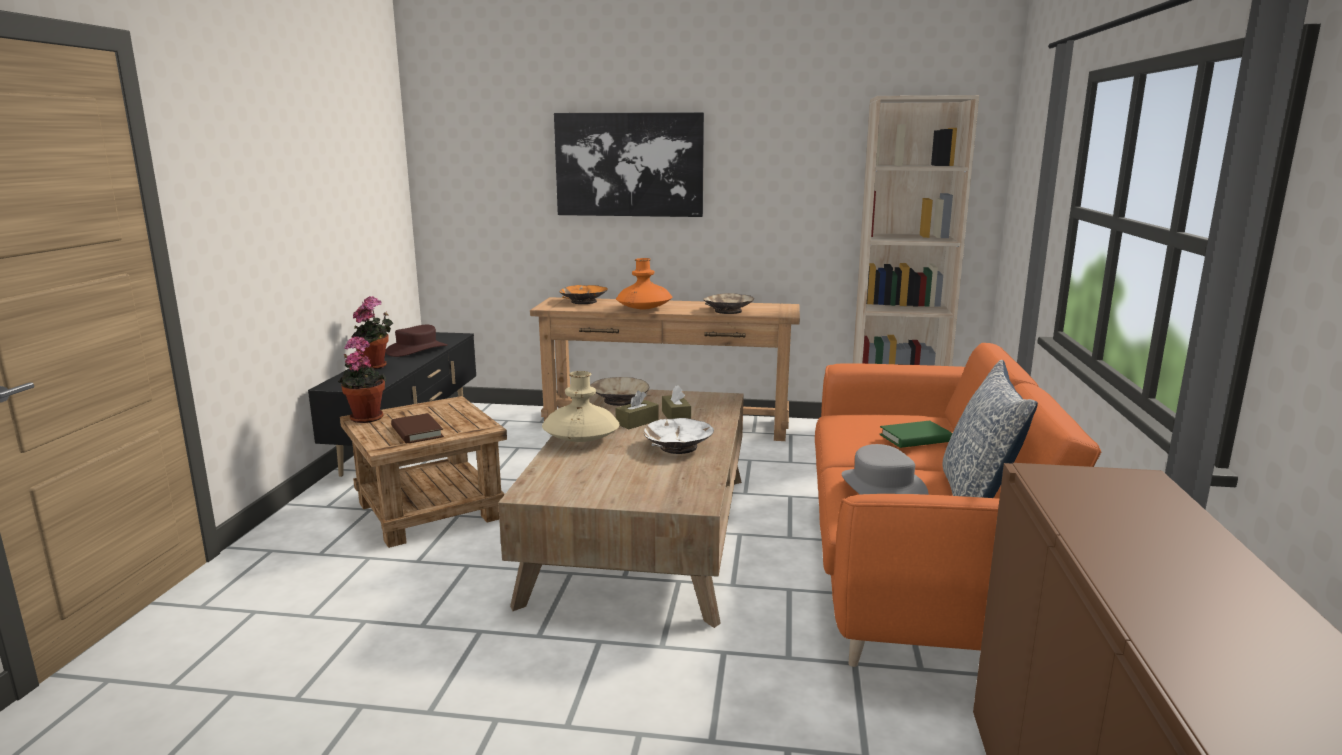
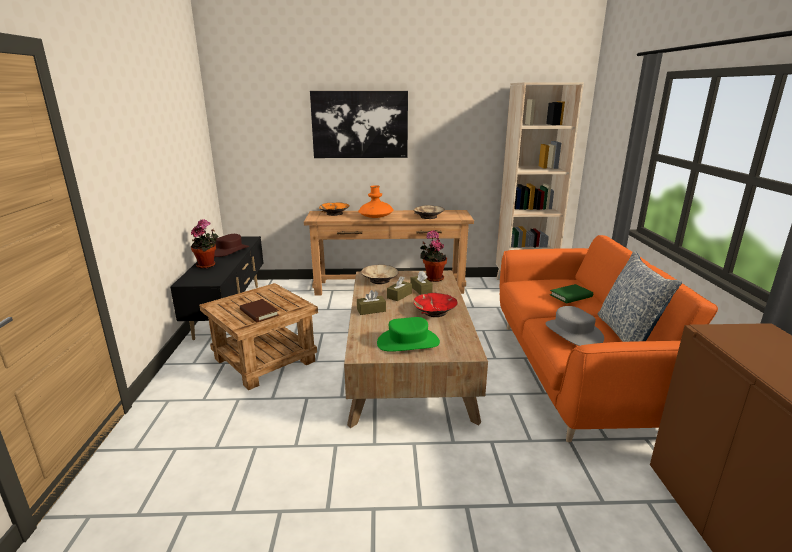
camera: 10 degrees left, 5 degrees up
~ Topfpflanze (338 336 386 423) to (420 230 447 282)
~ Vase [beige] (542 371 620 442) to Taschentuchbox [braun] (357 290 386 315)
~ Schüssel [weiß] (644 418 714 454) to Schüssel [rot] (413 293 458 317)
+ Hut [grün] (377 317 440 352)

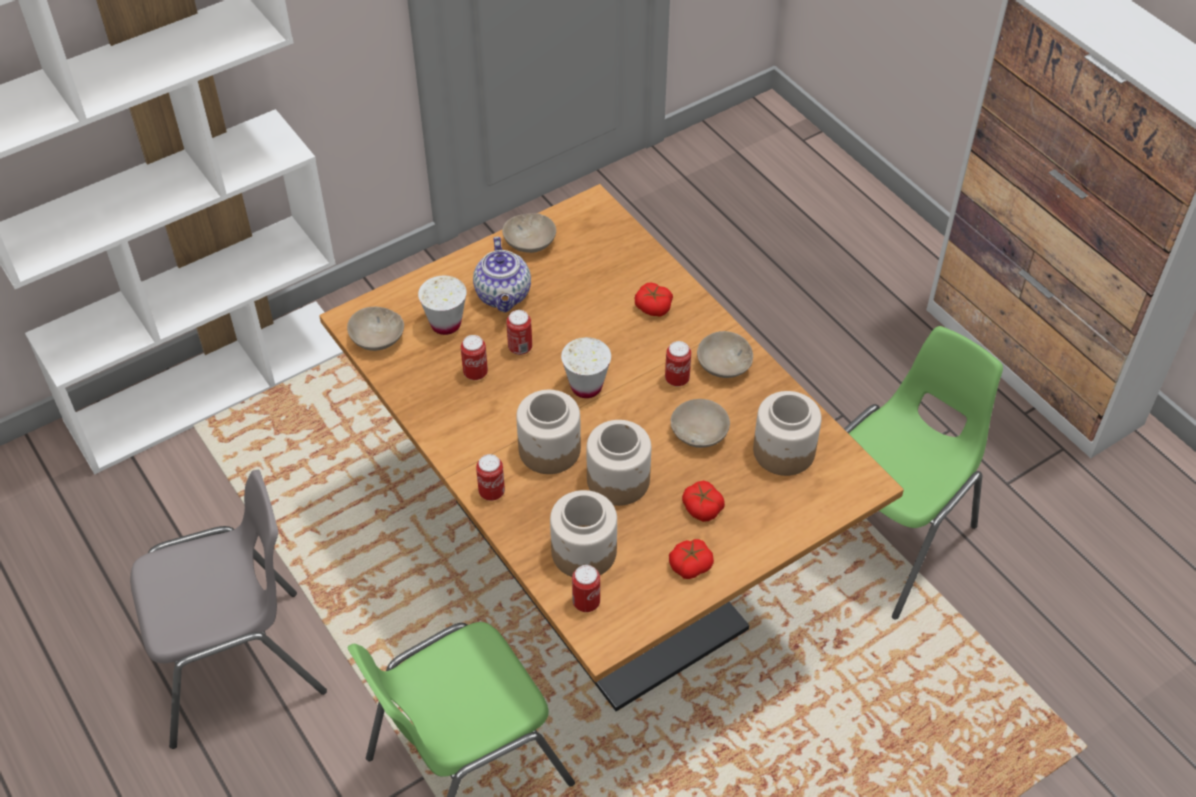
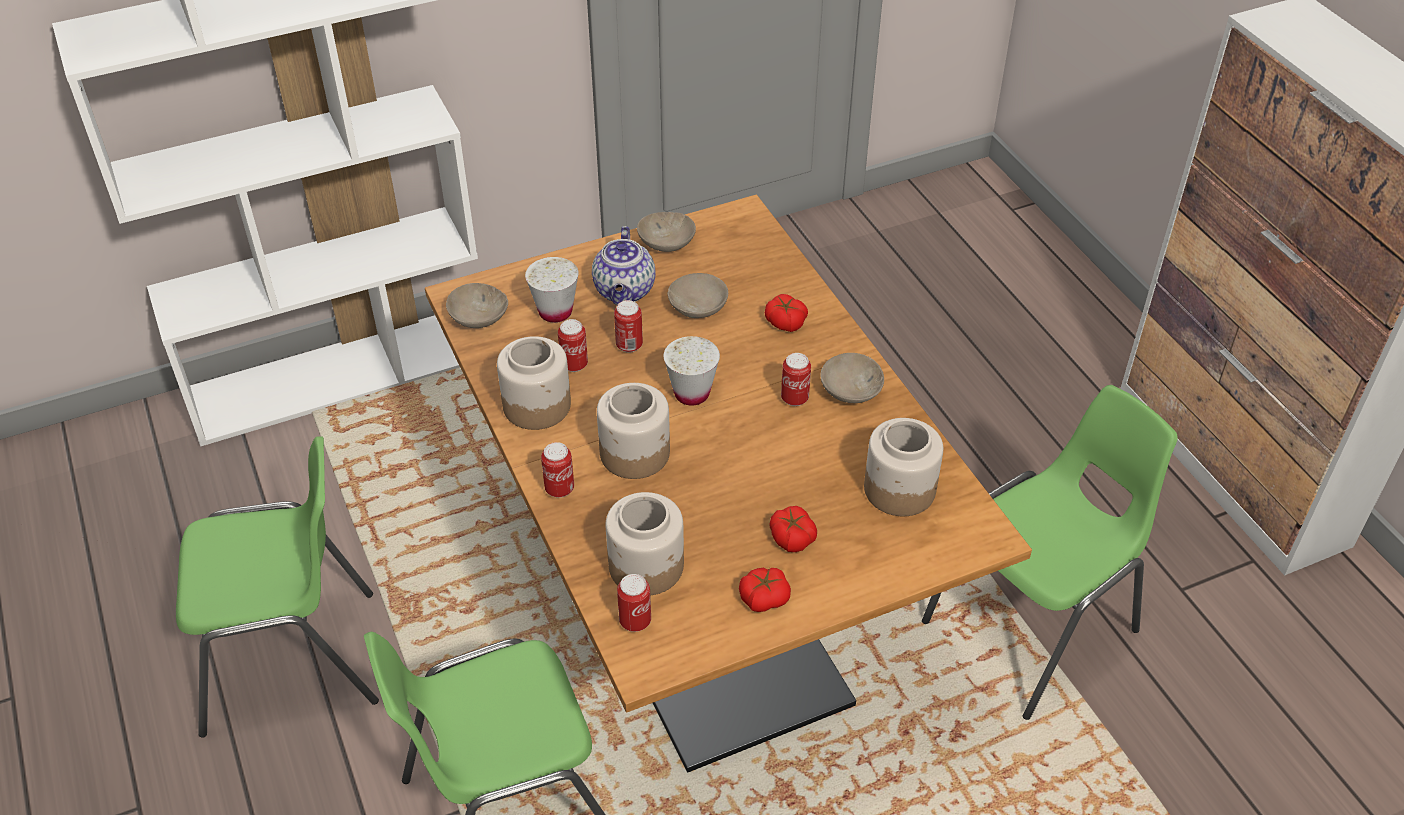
camera: 10 degrees right, 5 degrees down
~ Schüssel [beige] (671 399 730 448) to (667 273 728 318)
~ Vorratsglas (587 420 651 506) to (497 336 571 430)
~ Stuhl [grau] (130 470 327 749) to Stuhl [grün] (176 436 379 738)

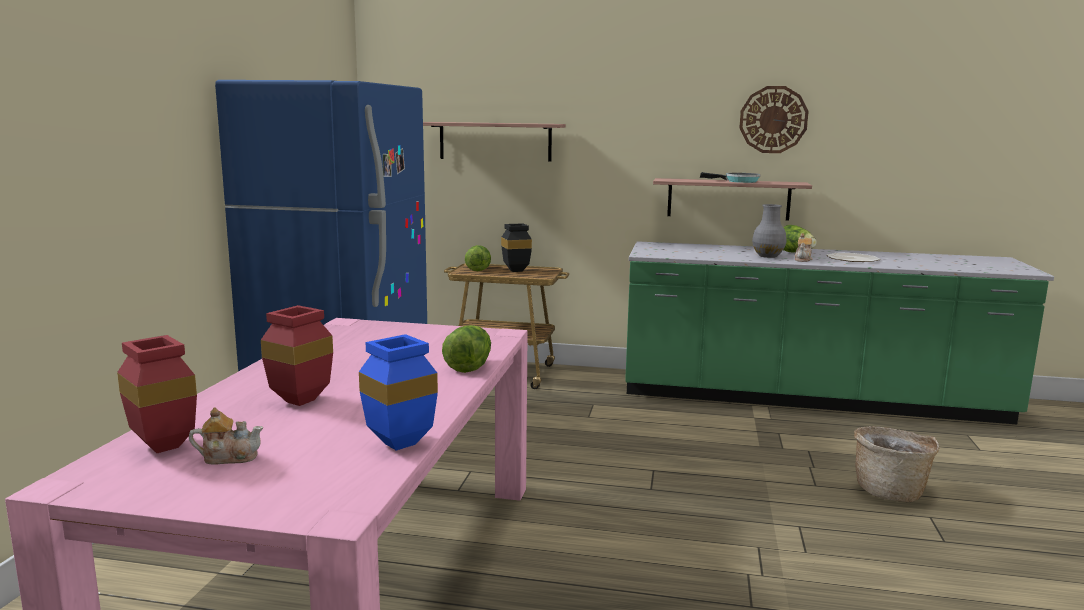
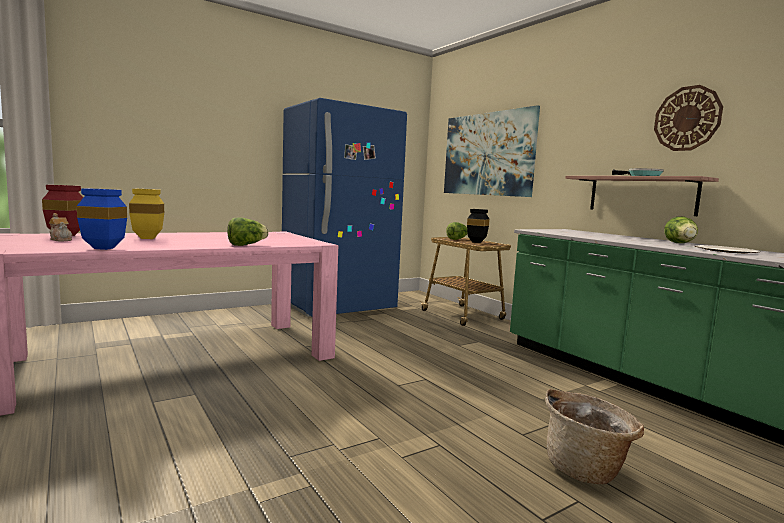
camera: 45 degrees right, 5 degrees down
~ Wandregal (423 122 566 162) to Bild (444 105 540 197)
- Vase [grau] (752 204 786 258)
- Teekanne (795 233 812 262)
~ Vase [rot] (261 305 333 406) to Vase [gelb] (129 189 164 239)

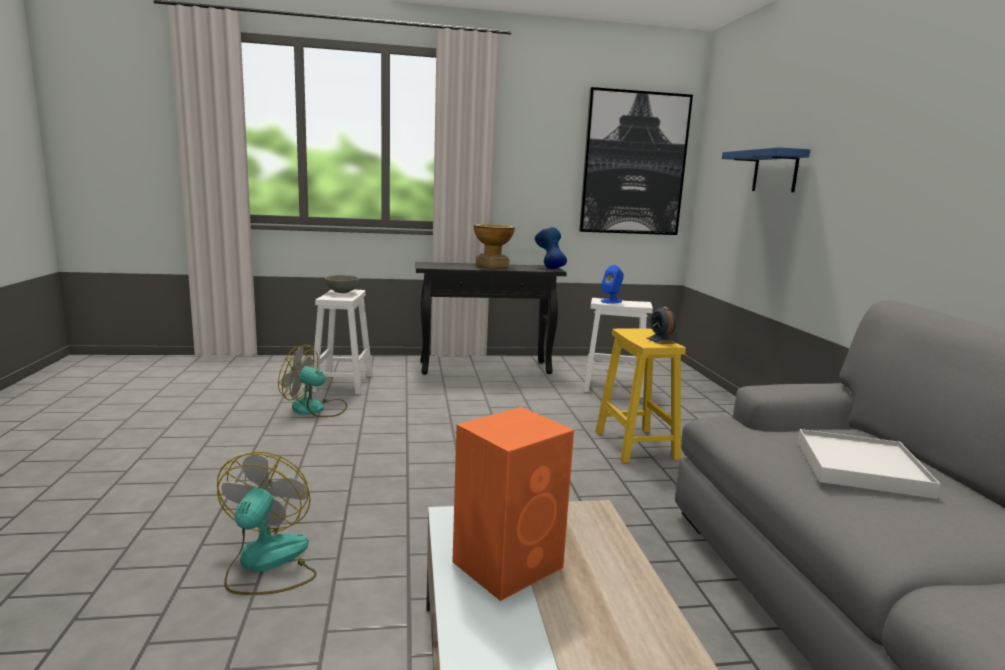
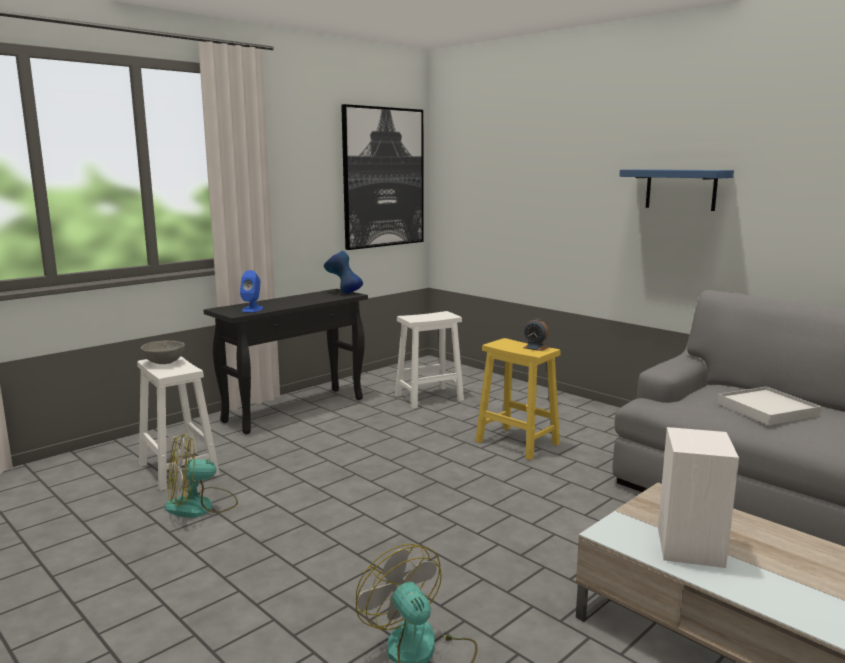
camera: 35 degrees left, 0 degrees up
~ Wandregal [blau] (722 147 810 192) to (619 169 734 211)
- Vase (473 224 515 268)
~ Lautsprecher [blau] (601 265 624 304) to (240 270 263 312)
~ Lautsprecher [orange] (452 407 574 601) to Lautsprecher [weiß] (658 427 739 568)

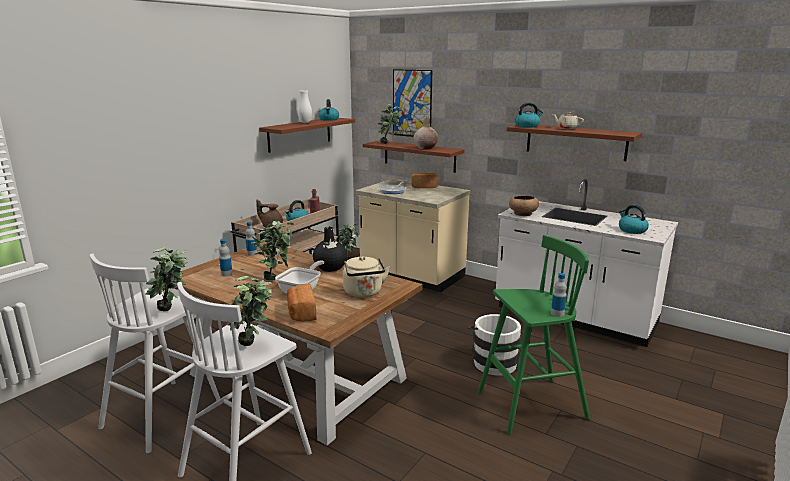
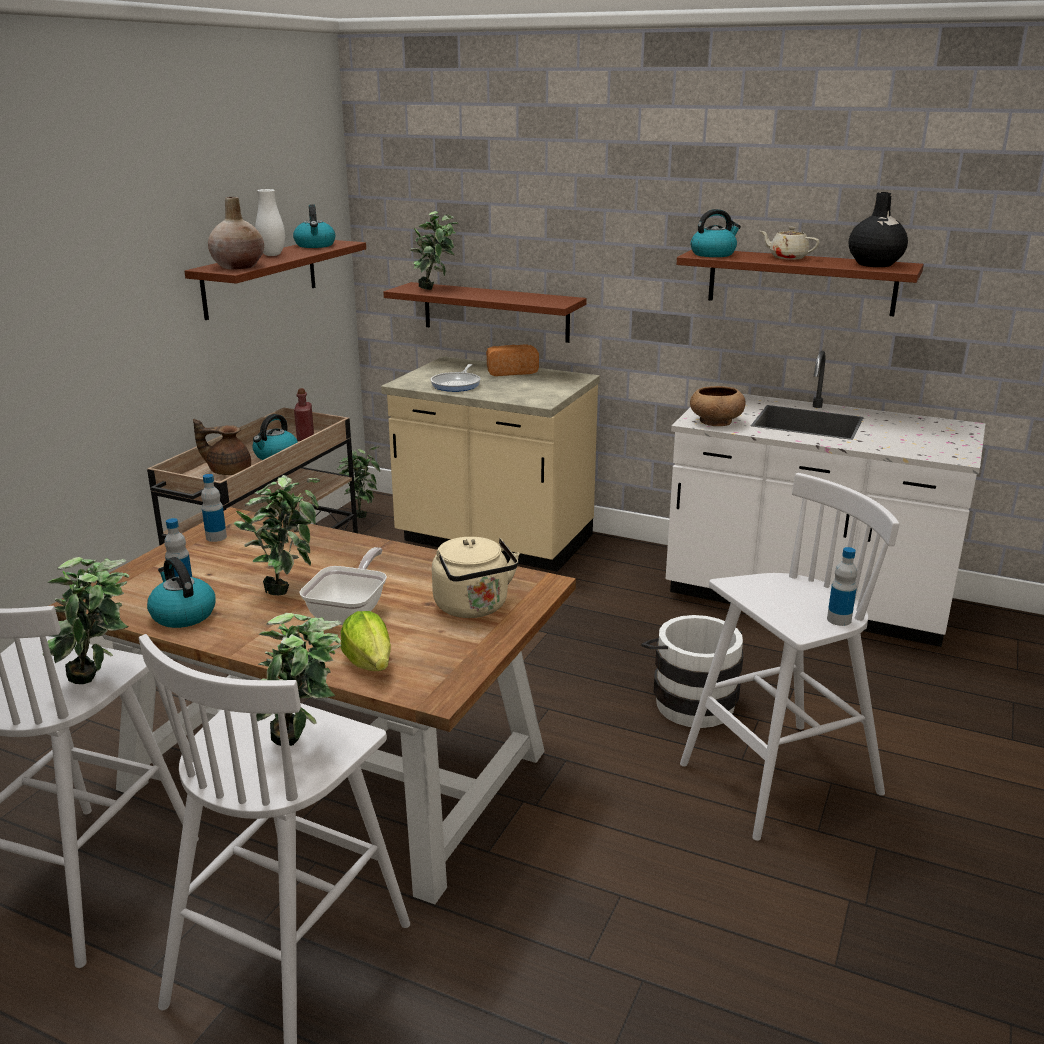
camera: 10 degrees left, 5 degrees up
- Bild (393 69 432 137)
~ Vase [beige] (414 117 438 149) to (208 197 264 269)
~ Wasserkessel (619 205 649 234) to (147 557 216 628)
~ Vase [schwarz] (313 227 348 272) to (849 192 908 267)
~ Hocker [grün] (478 235 590 435) to Hocker [weiß] (680 473 899 841)
~ Brot (287 284 316 322) to Salatkopf (340 611 391 671)

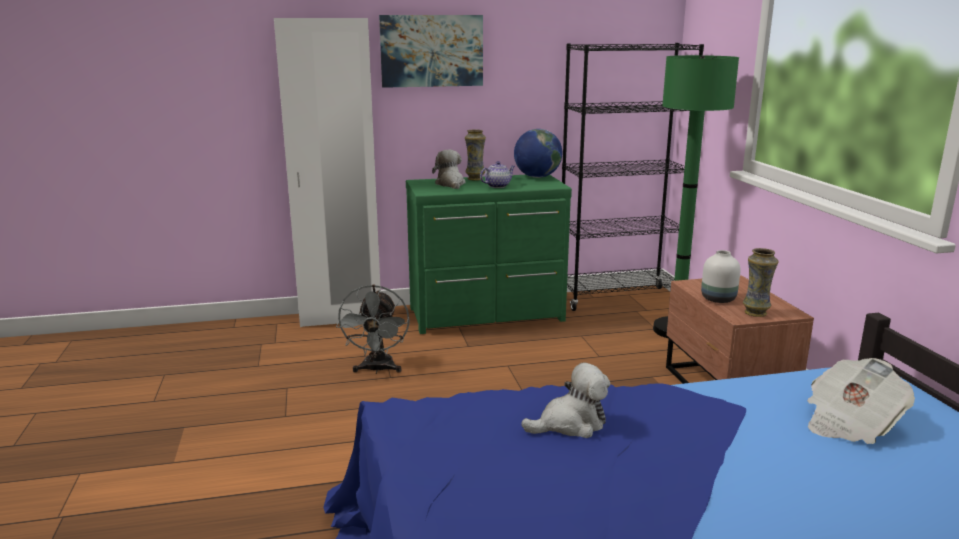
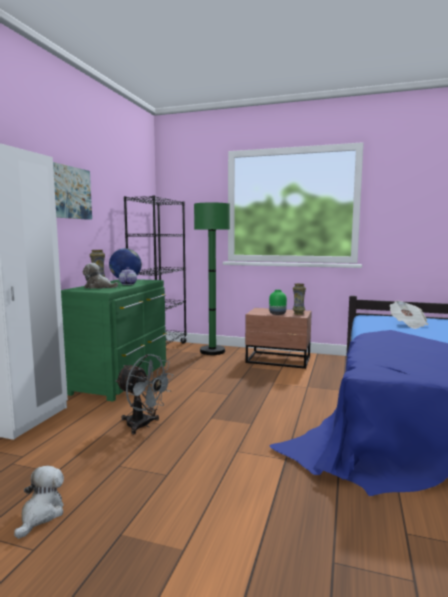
camera: 60 degrees left, 10 degrees down
~ Vase [weiß] (701 250 741 303) to Vase [grün] (269 290 287 315)
~ Plüschtier (521 363 610 438) to (14 466 64 539)

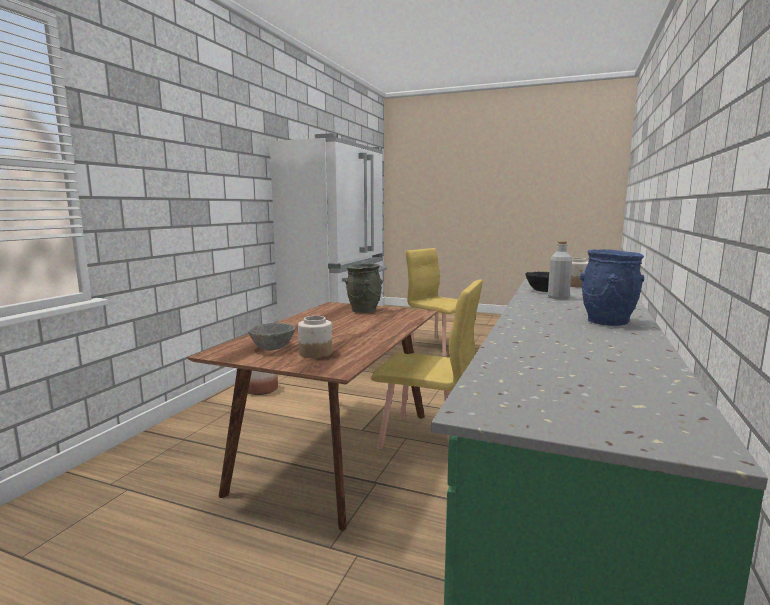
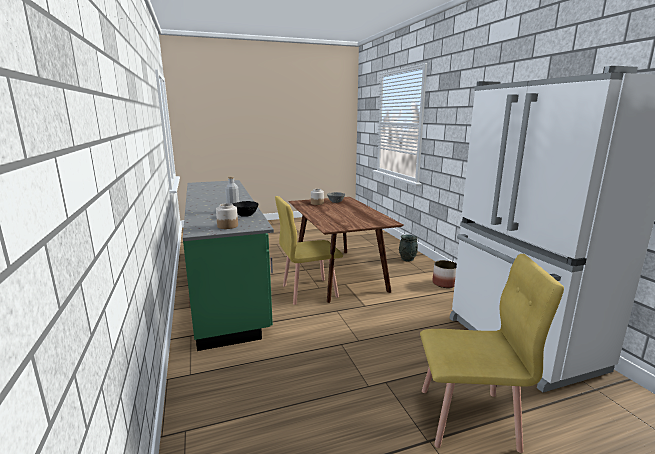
camera: 140 degrees right, 5 degrees up
- Vase [blau] (580 249 644 326)
~ Vase [grau] (345 263 383 313) to (399 235 418 261)

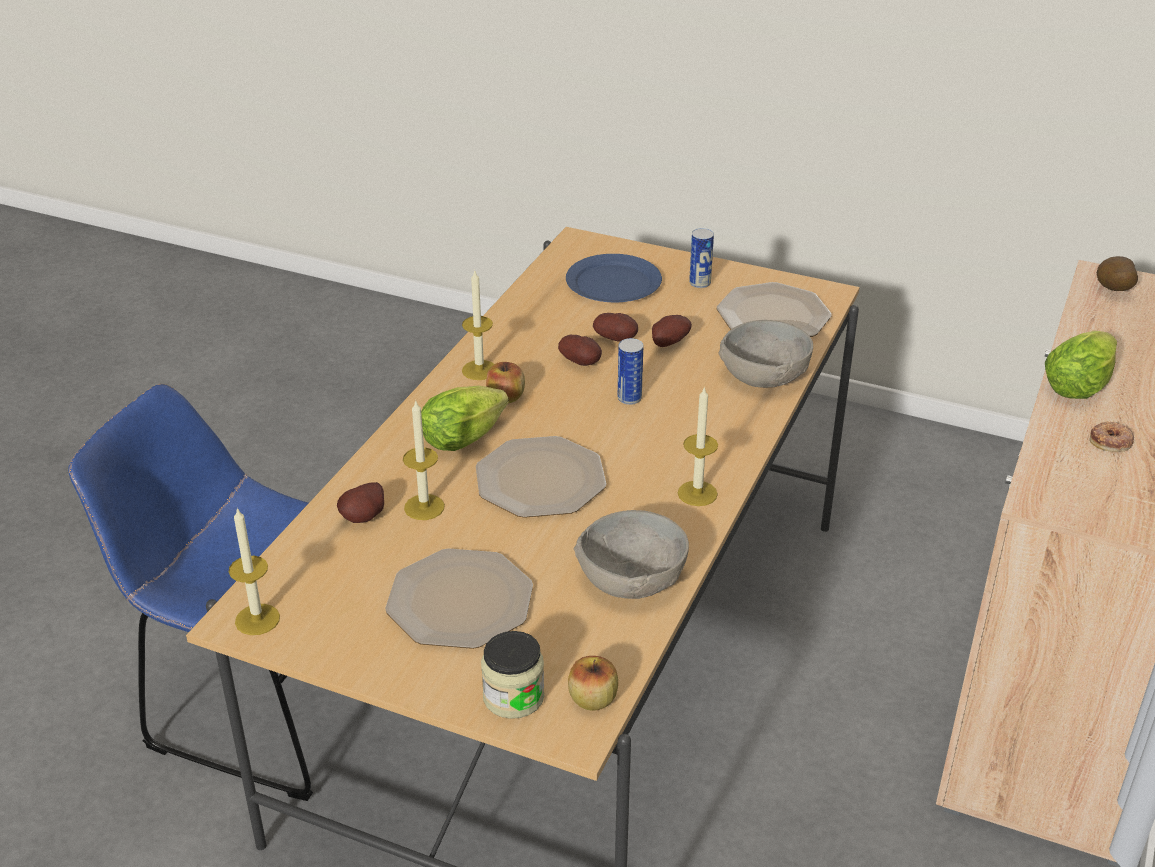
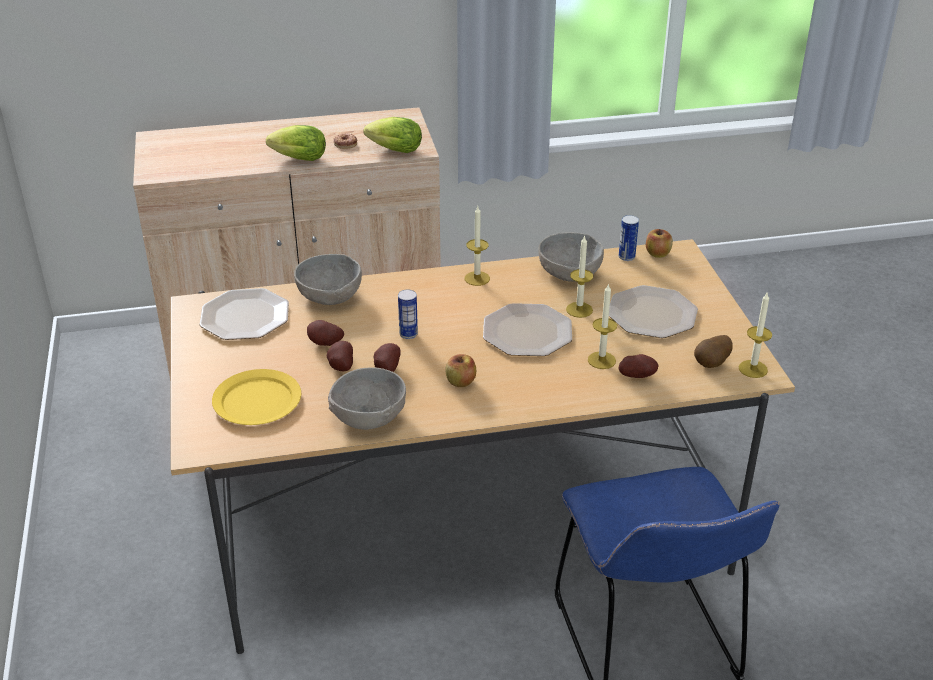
camera: 125 degrees left, 0 degrees up
~ Dose (689 228 714 288) to (619 215 639 261)
~ Teller [blau] (566 254 662 302) to Teller [gelb] (212 369 301 425)
~ Kartoffel (1097 256 1138 291) to (694 335 733 368)
~ Kerze (462 271 494 380) to (566 235 593 318)
~ Salatkopf (421 385 509 451) to (363 117 422 153)
- Vorratsglas (481 631 544 719)
+ Schüssel [grau] (328 367 406 430)

